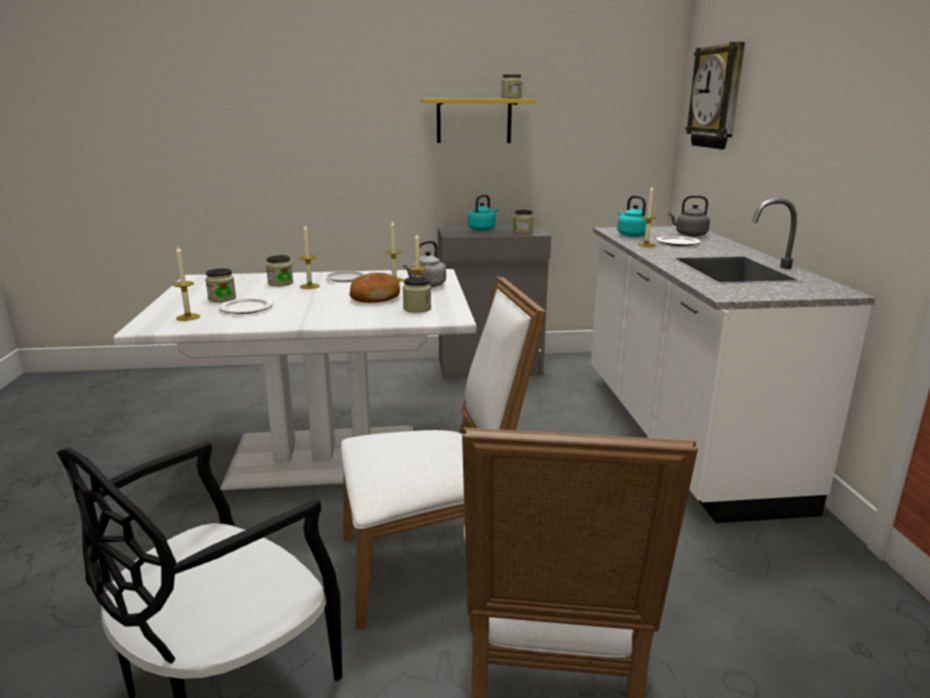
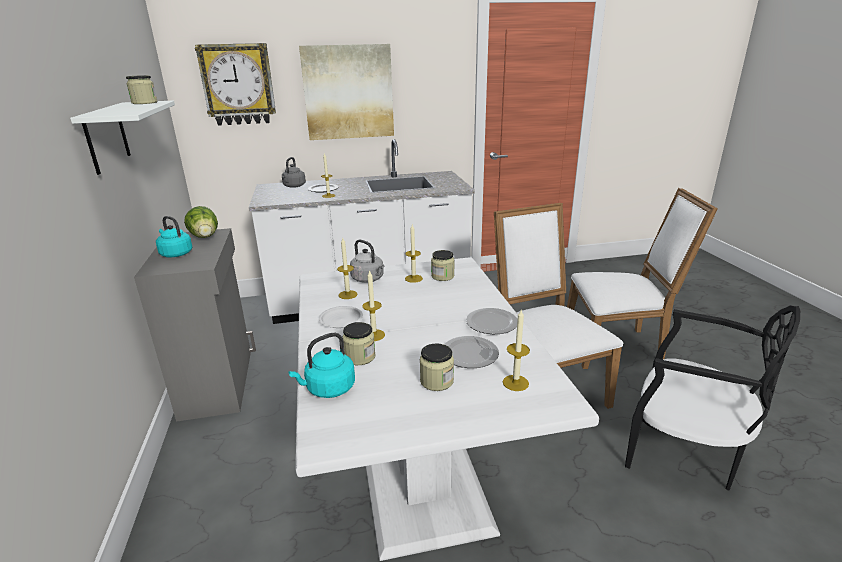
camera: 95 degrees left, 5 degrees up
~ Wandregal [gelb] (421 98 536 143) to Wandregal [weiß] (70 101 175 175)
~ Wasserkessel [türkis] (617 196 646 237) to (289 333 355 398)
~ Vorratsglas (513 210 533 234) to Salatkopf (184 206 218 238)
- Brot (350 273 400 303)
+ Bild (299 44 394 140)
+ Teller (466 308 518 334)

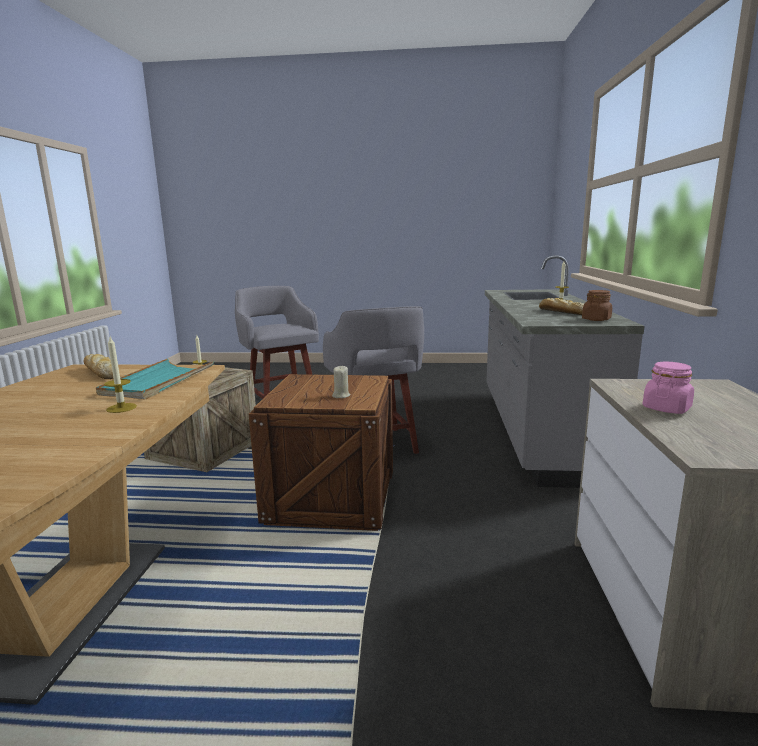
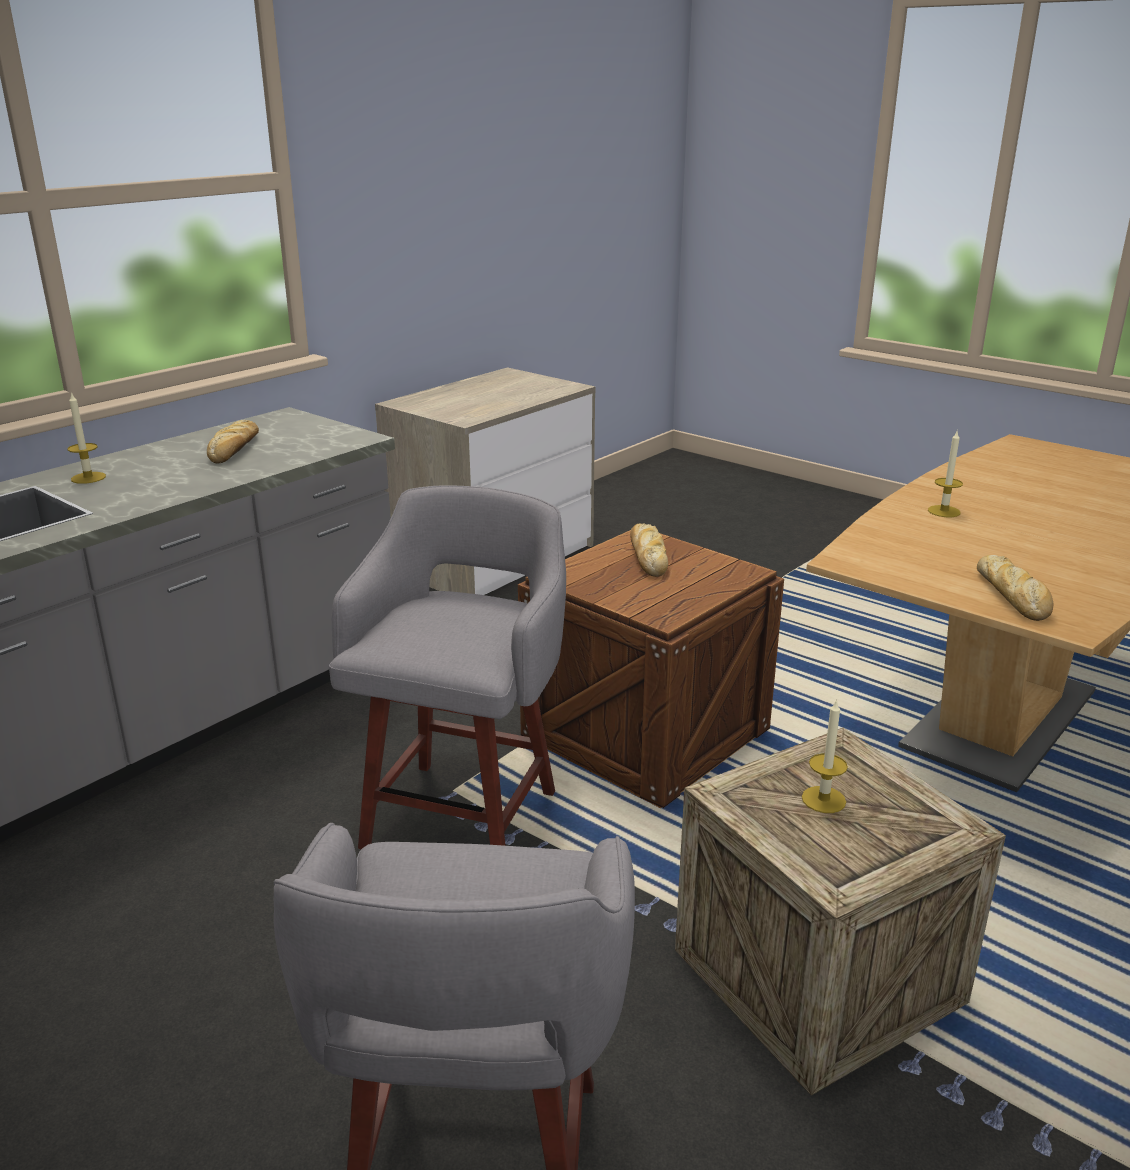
camera: 145 degrees left, 10 degrees up
- Vorratsglas [braun] (582 290 612 321)
- Tablett [türkis] (96 358 214 399)
- Vorratsglas [rosa] (643 361 694 414)
~ Kerze [beige] (332 366 350 398) to Brot (630 523 668 577)

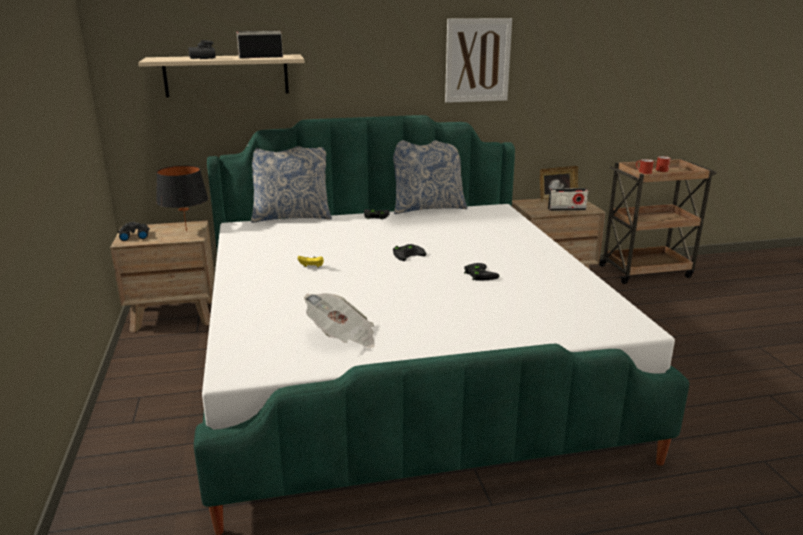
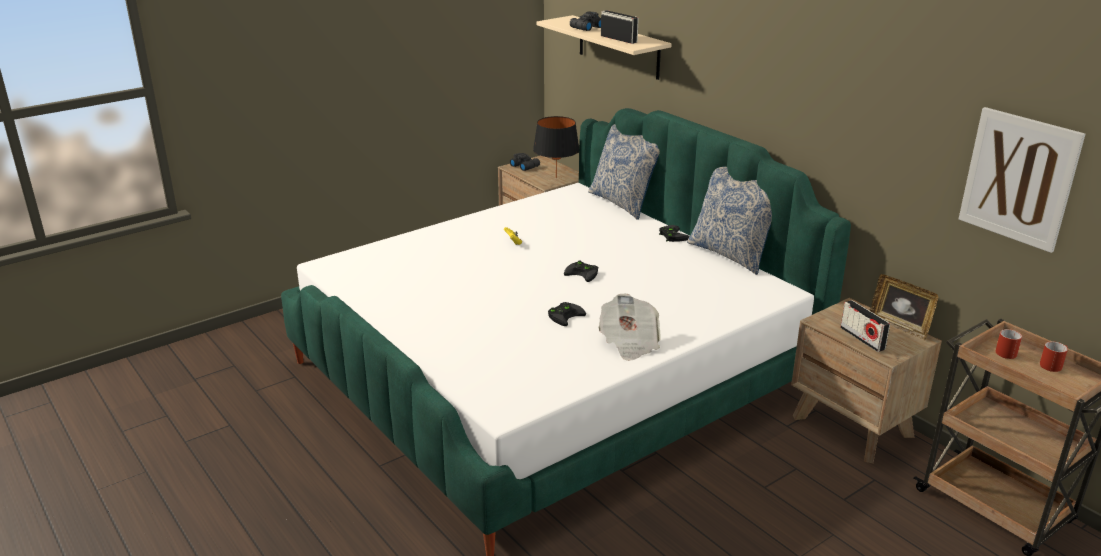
camera: 65 degrees right, 5 degrees up
~ Bild (445 18 512 103) to (959 107 1085 253)
~ Zeitung (304 293 375 348) to (598 294 661 361)

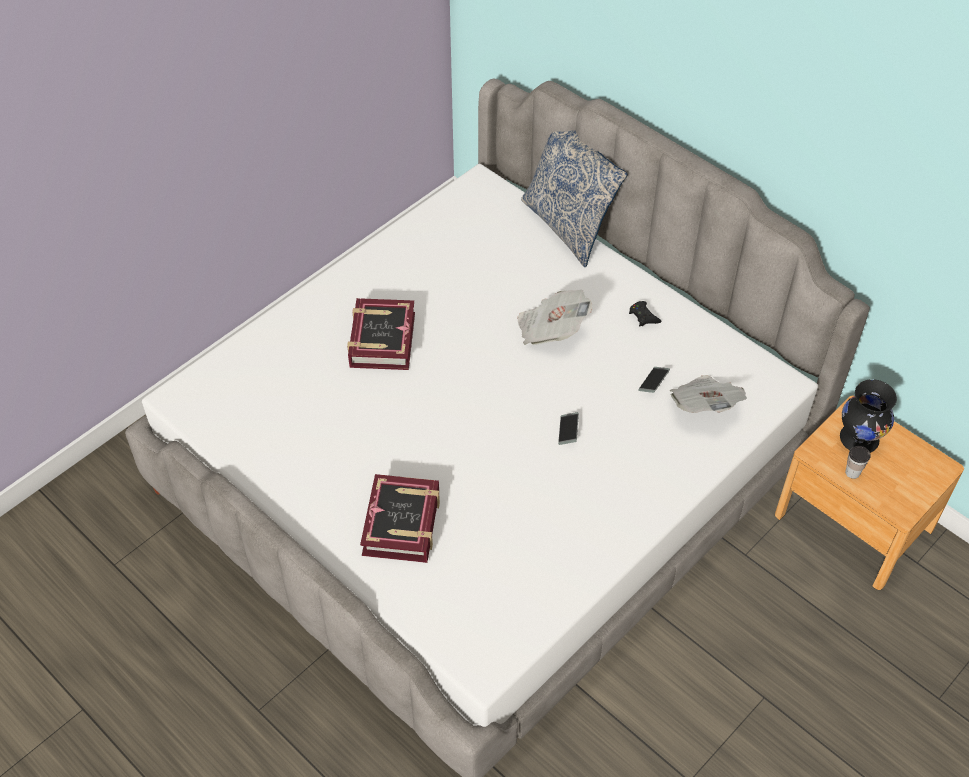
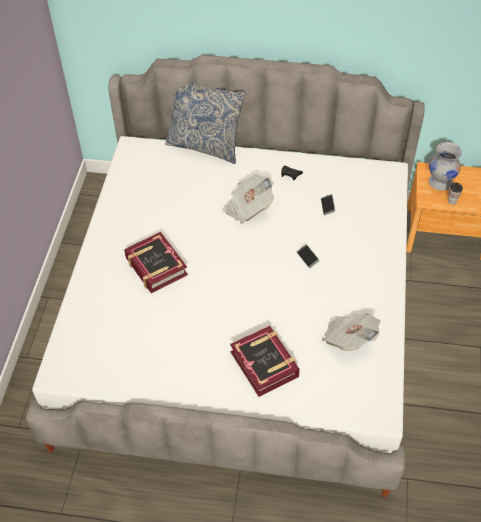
camera: 35 degrees left, 0 degrees up
~ Zeitung (670 375 747 413) to (322 314 381 351)
~ Vase [schwarz] (840 379 897 453) to Vase [weiß] (429 142 462 191)

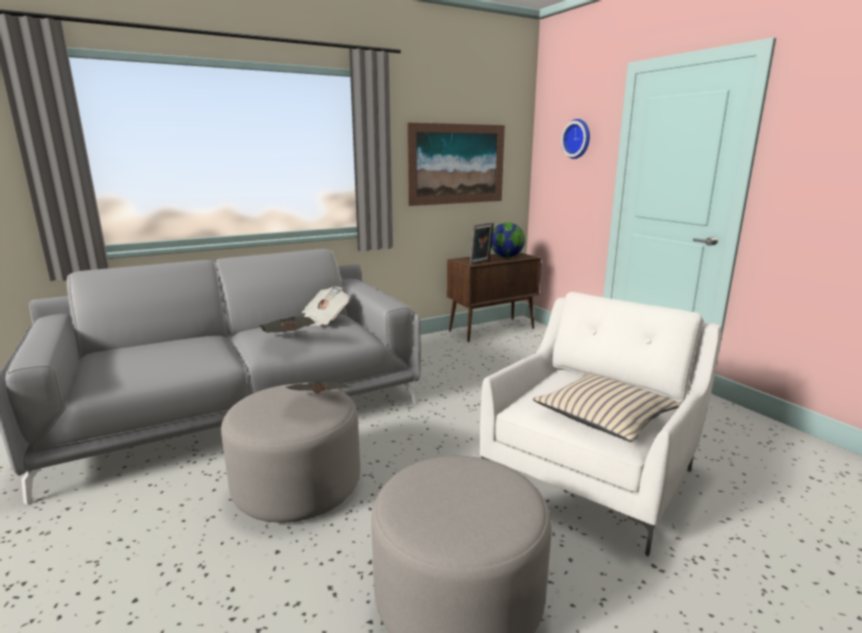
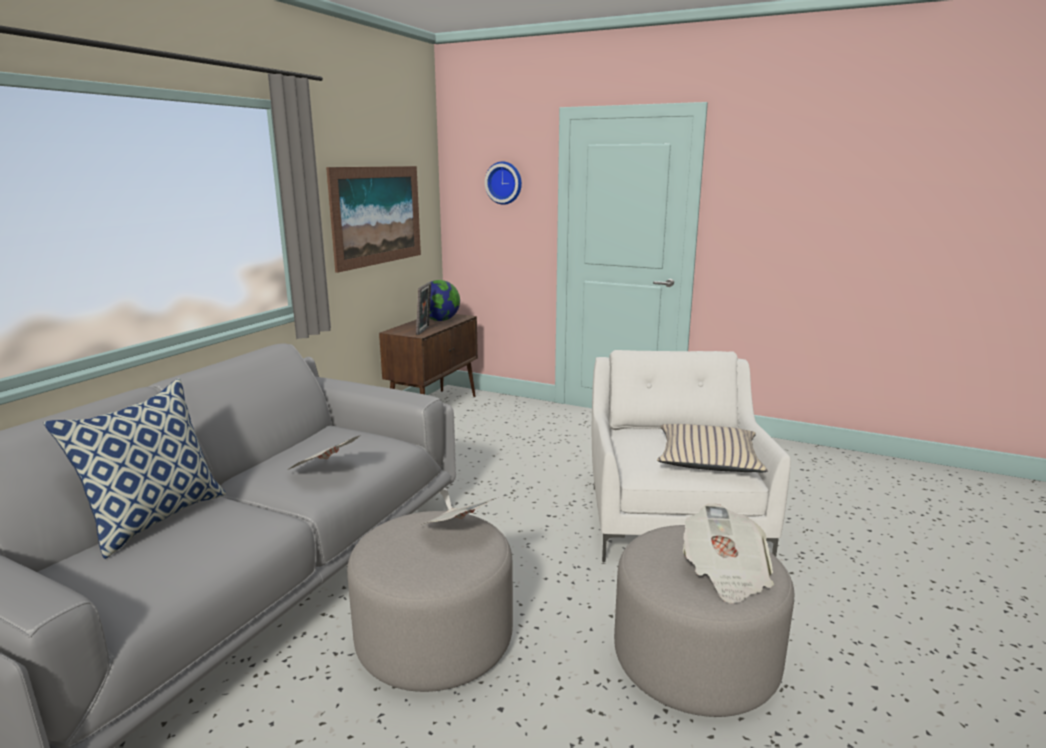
camera: 35 degrees left, 0 degrees up
~ Zeitung (302 287 349 327) to (683 503 774 604)
+ Kissen (43 378 226 559)

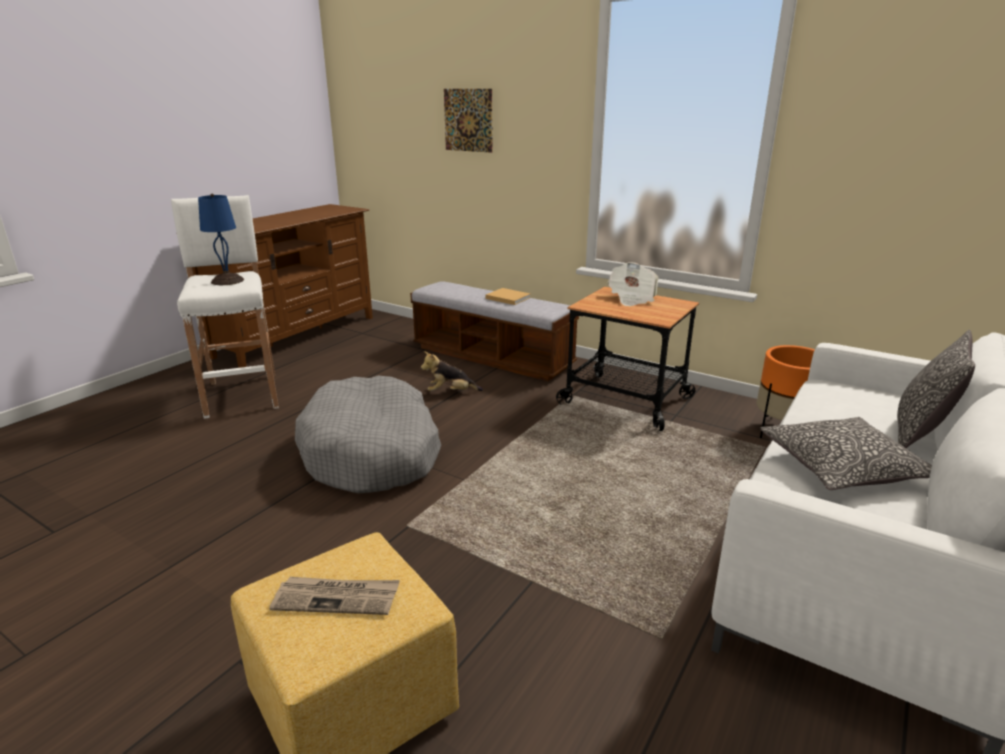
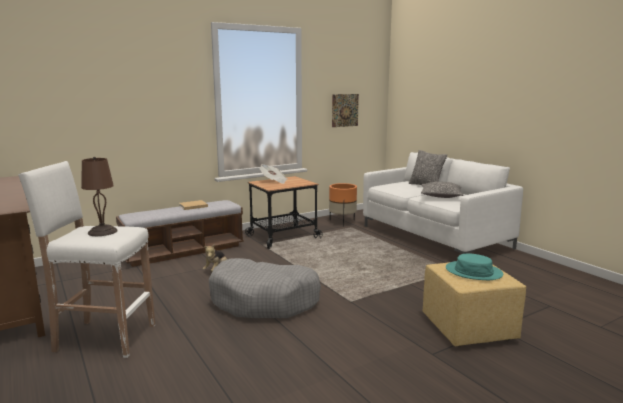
camera: 65 degrees left, 10 degrees down
~ Bild (444 89 493 153) to (332 94 359 127)
~ Tischlampe [blau] (198 194 244 285) to Tischlampe [braun] (81 157 118 236)
~ Zeitung (269 577 400 615) to Hut [türkis] (446 254 503 280)

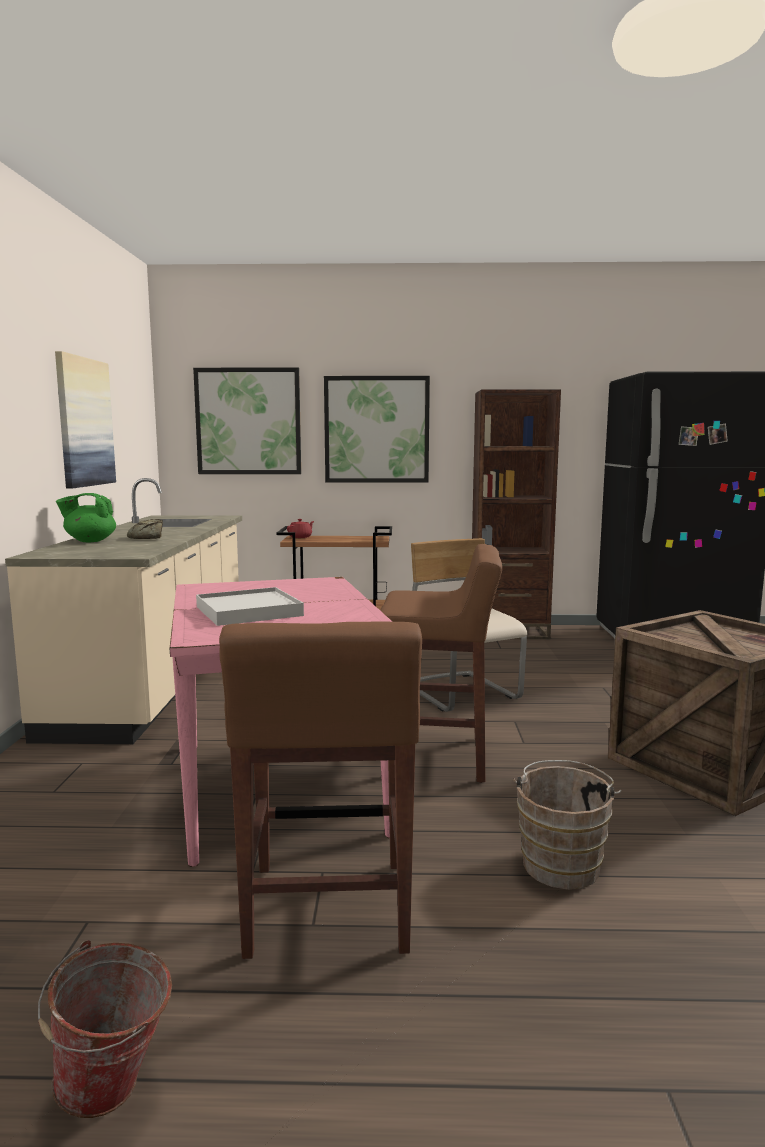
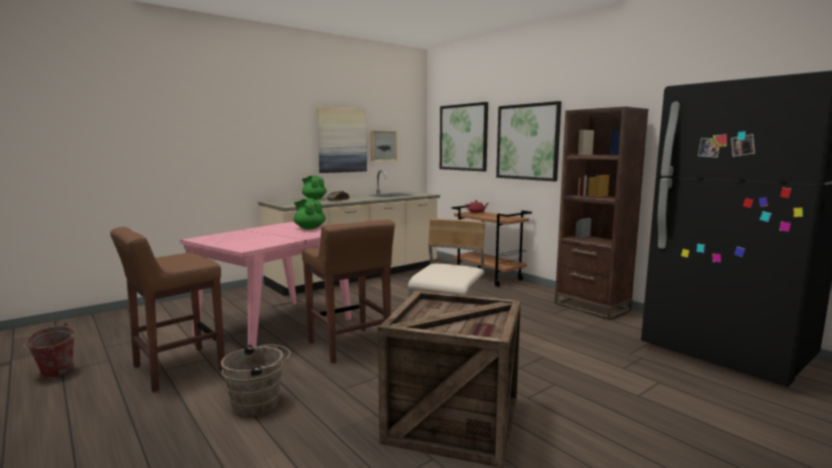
camera: 50 degrees right, 0 degrees up
- Tablett [weiß] (196 587 304 626)
+ Bild (370 131 397 161)
+ Teekanne [grün] (294 198 326 229)

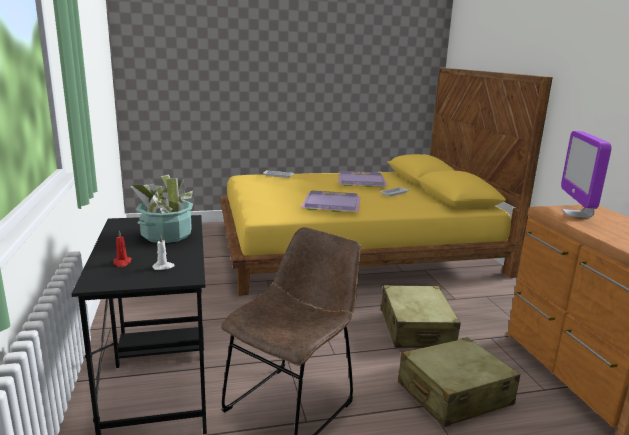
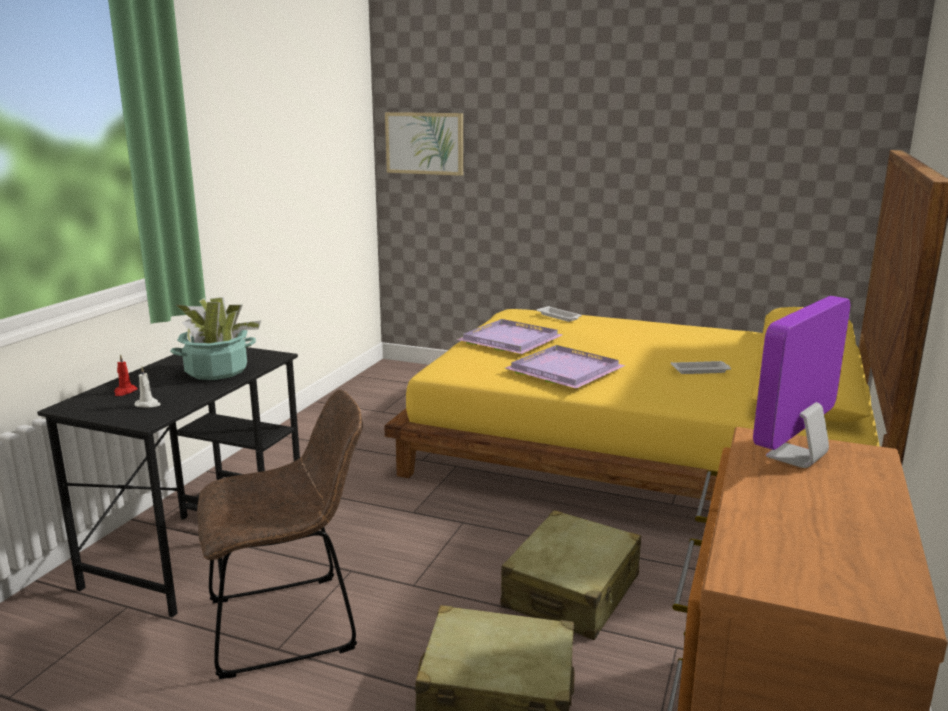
camera: 35 degrees right, 0 degrees up
~ Tablett [lila] (338 171 387 187) to (456 319 563 354)
+ Bild (385 112 463 176)

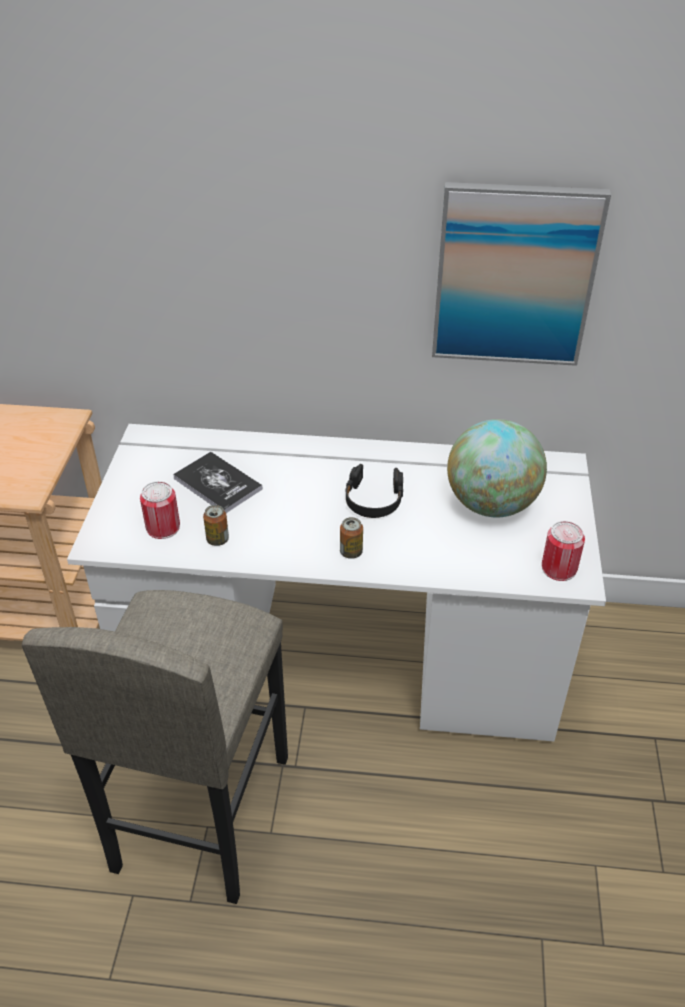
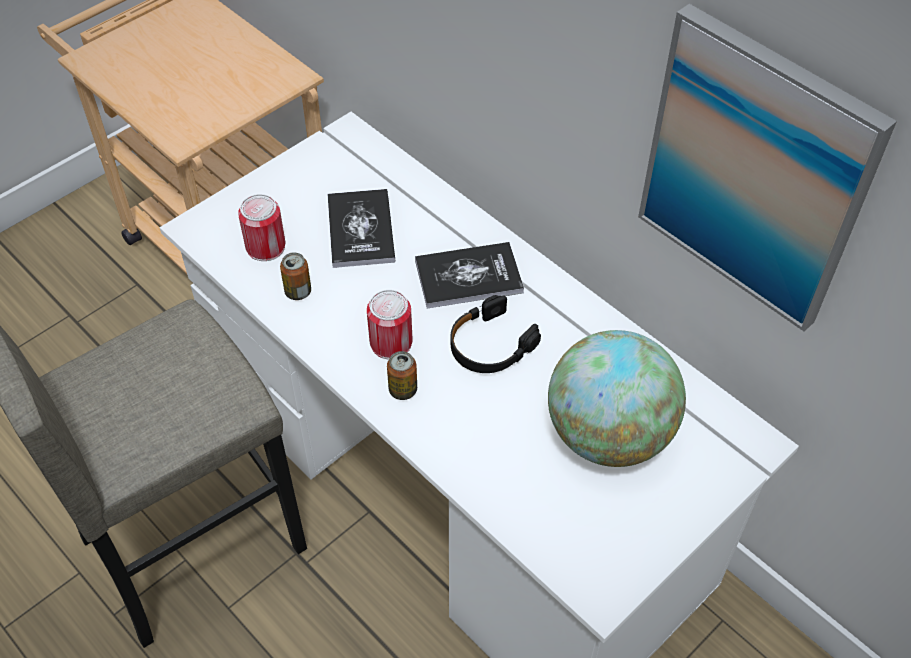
camera: 40 degrees right, 10 degrees up
~ Dose (542 521 585 581) to (367 290 412 359)
+ Buch (415 242 524 308)

